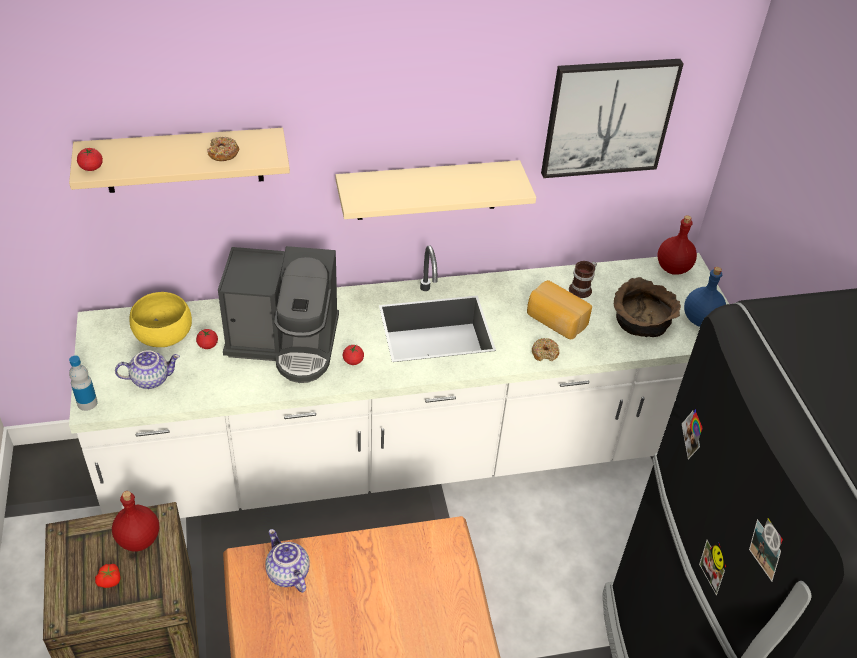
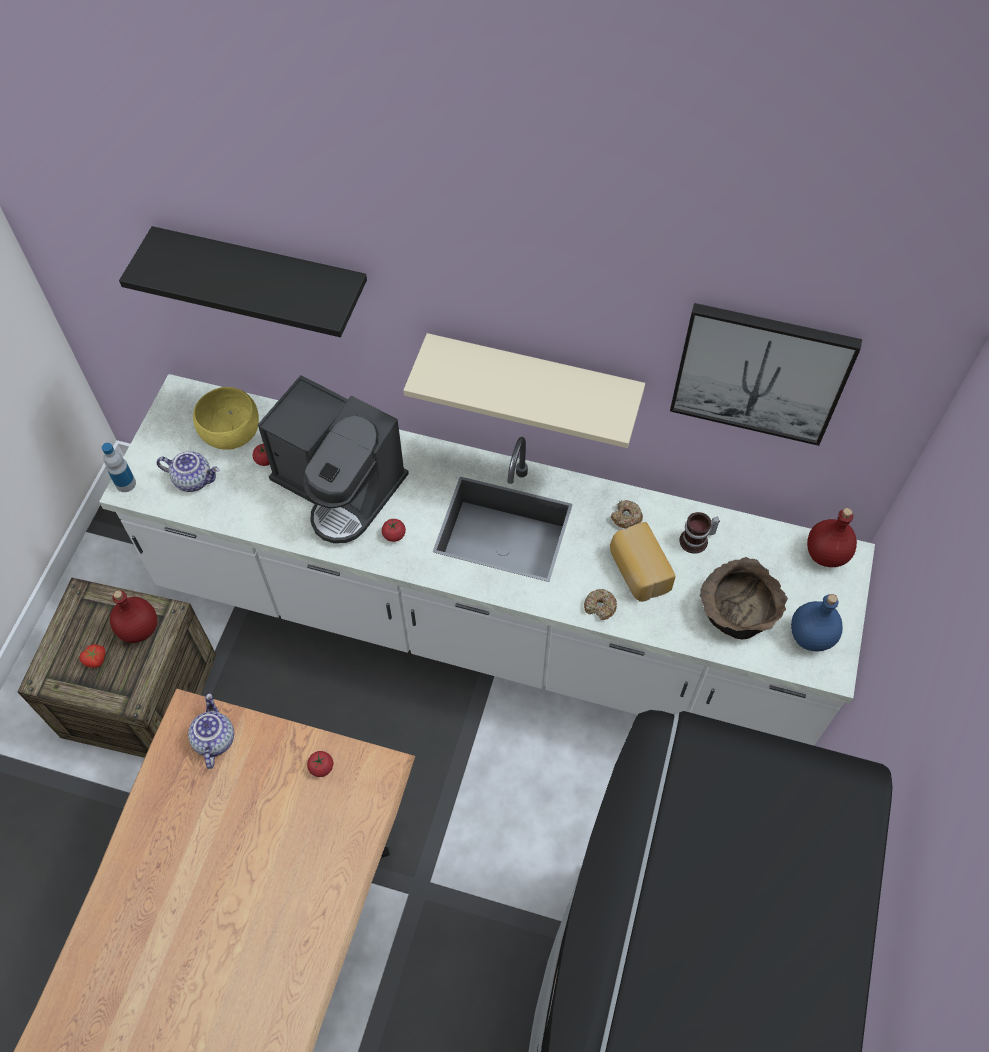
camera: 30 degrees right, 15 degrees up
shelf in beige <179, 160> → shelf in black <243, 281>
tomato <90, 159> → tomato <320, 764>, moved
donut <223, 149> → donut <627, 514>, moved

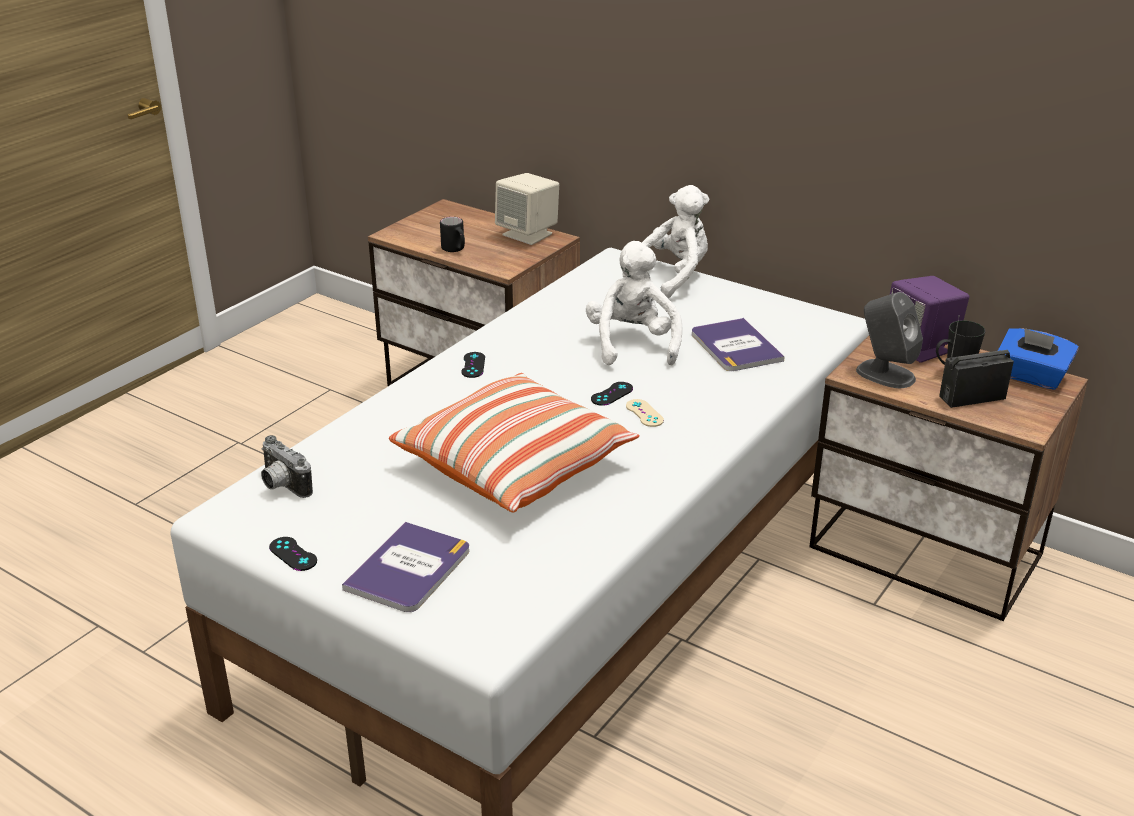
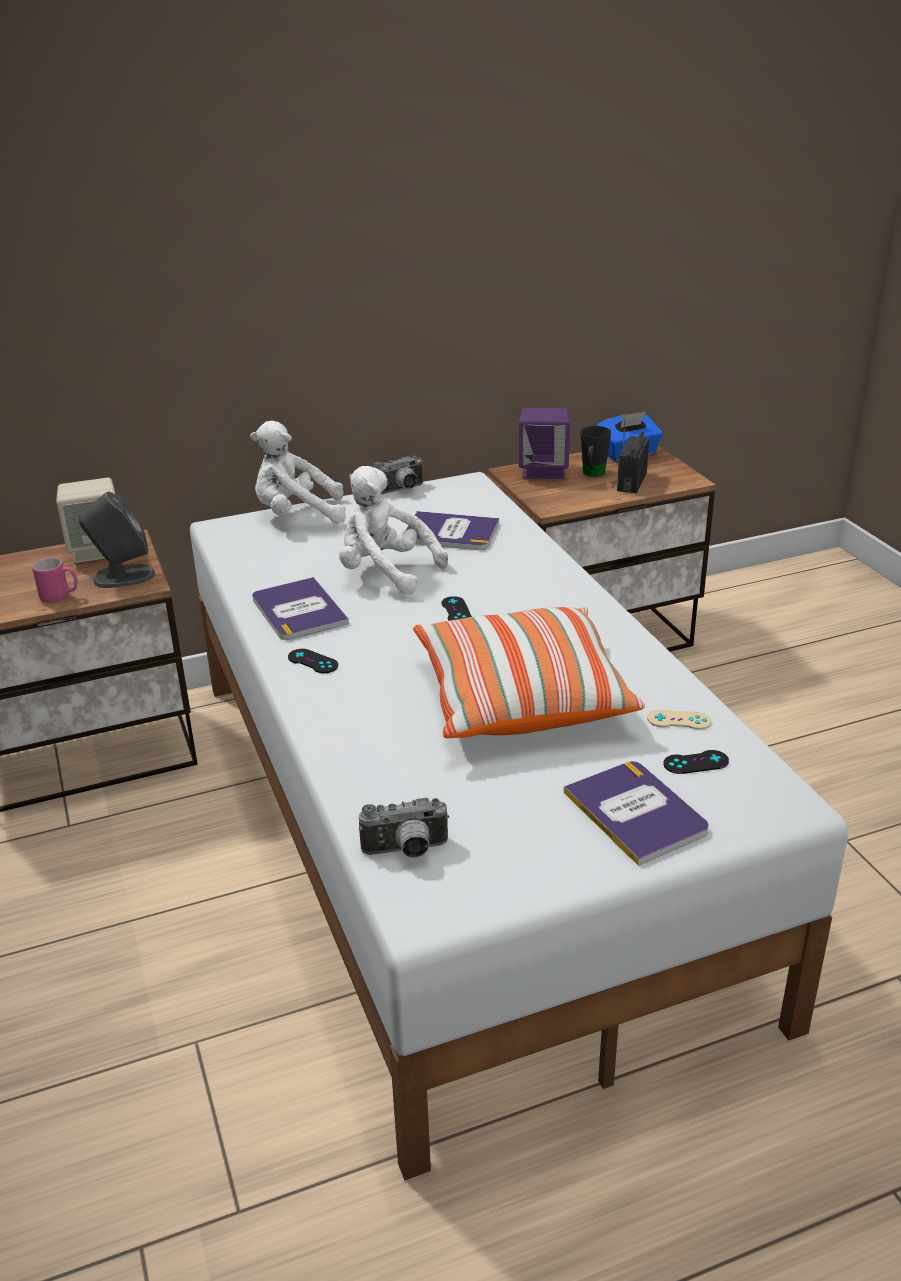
camera: 55 degrees left, 0 degrees up
game controller in black <293, 554> → game controller in black <696, 762>, moved
mug in black <452, 234> → mug in pink <55, 580>
plush toy in white <666, 242> → plush toy in white <298, 472>, 90 degrees counterclockwise
game controller in beige <645, 413> → game controller in beige <679, 720>, moved
speaker in grey <889, 340> → speaker in grey <117, 540>, moved
- → book <300, 608>
- → photo camera <398, 474>

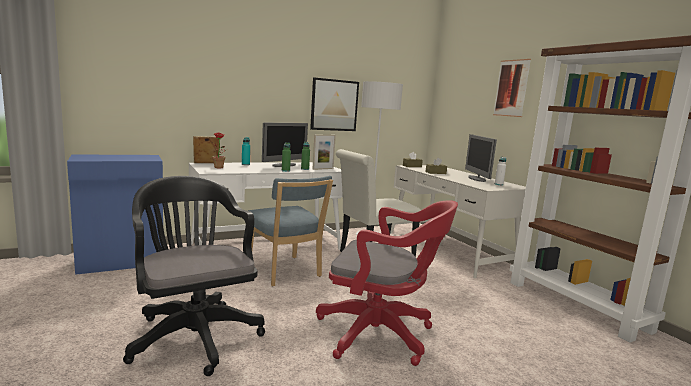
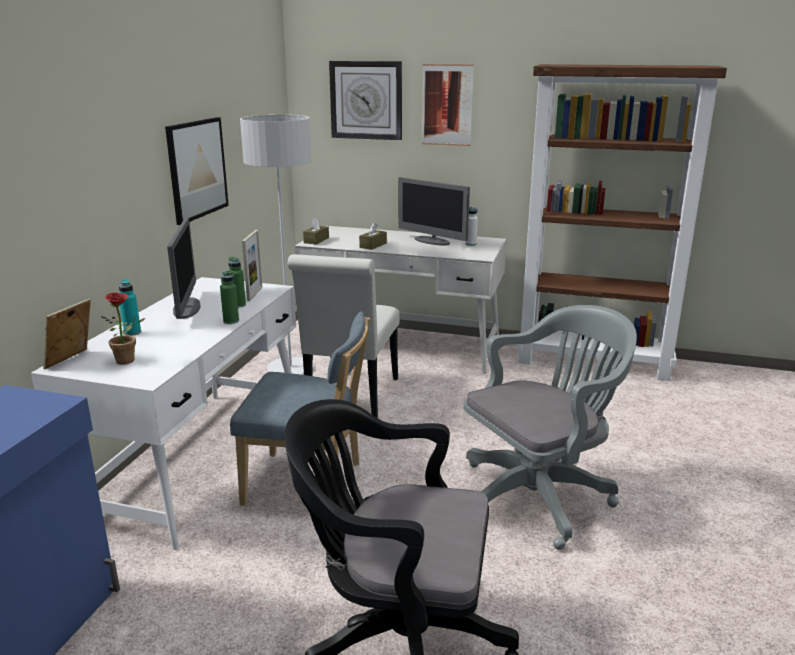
camera: 45 degrees left, 10 degrees up
office chair in red <387, 283> → office chair in grey <550, 427>
- → wall clock <365, 100>

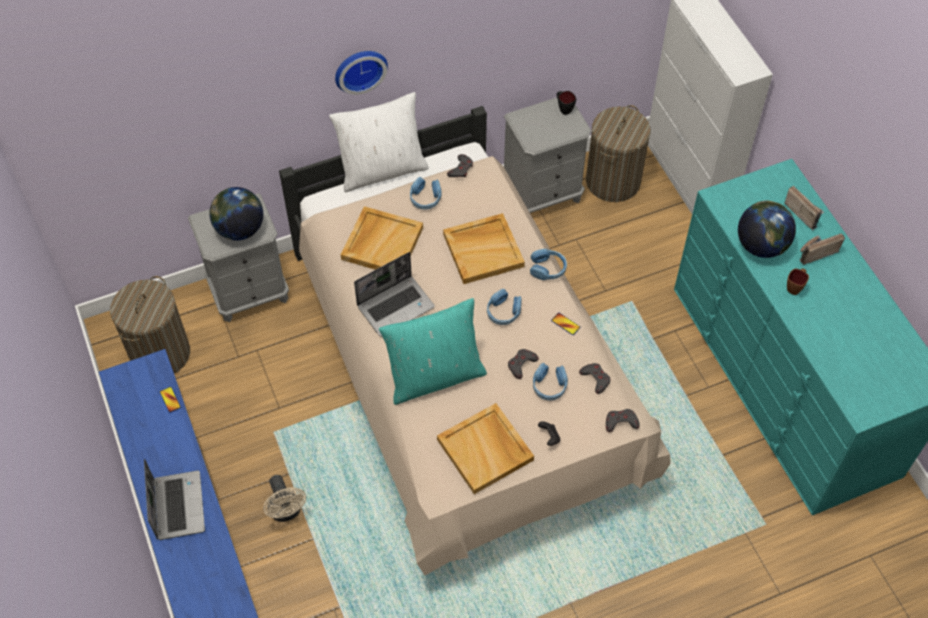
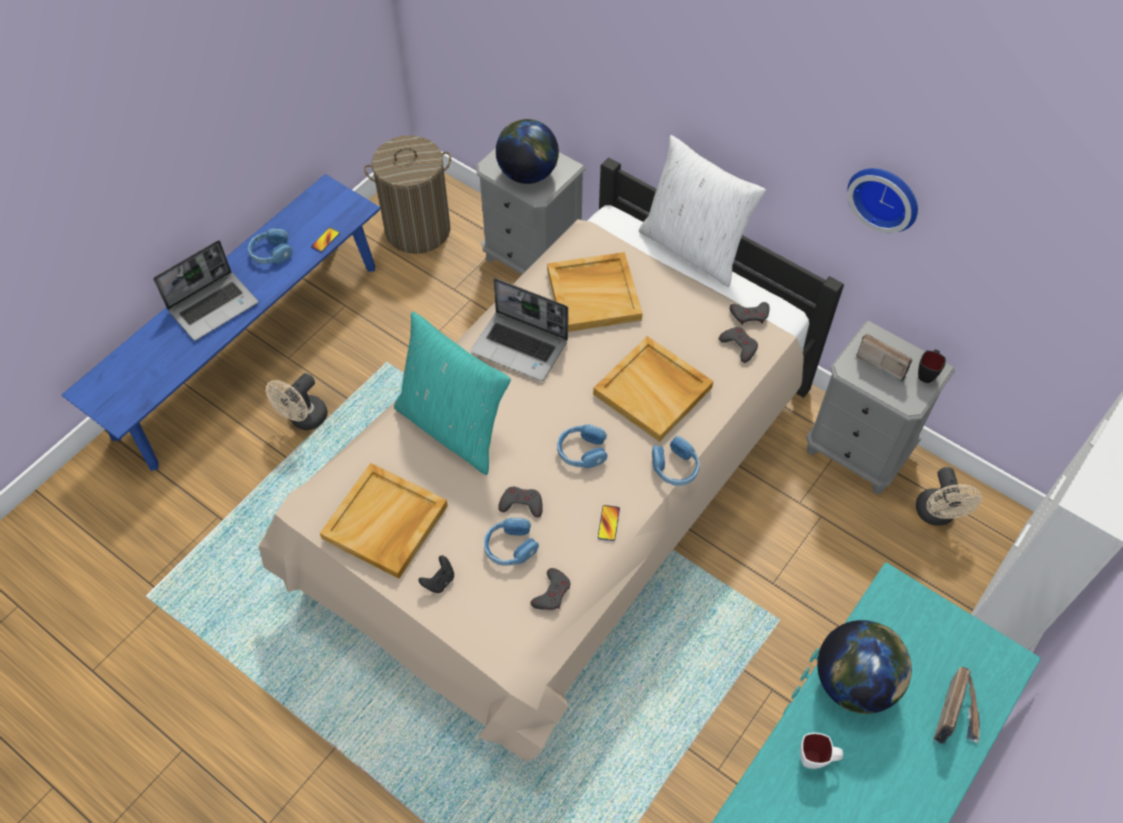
camera: 60 degrees right, 0 degrees up
wall clock <361, 73> → wall clock <882, 200>, moved
headphones in blue <426, 193> → headphones in blue <270, 246>, moved
laundry basket <618, 153> → fan in beige <949, 496>
game controller in grey <623, 420> → game controller in grey <738, 345>, moved
mug in brown <798, 281> → mug in white <821, 751>
radio <822, 249> → radio <884, 358>, moved

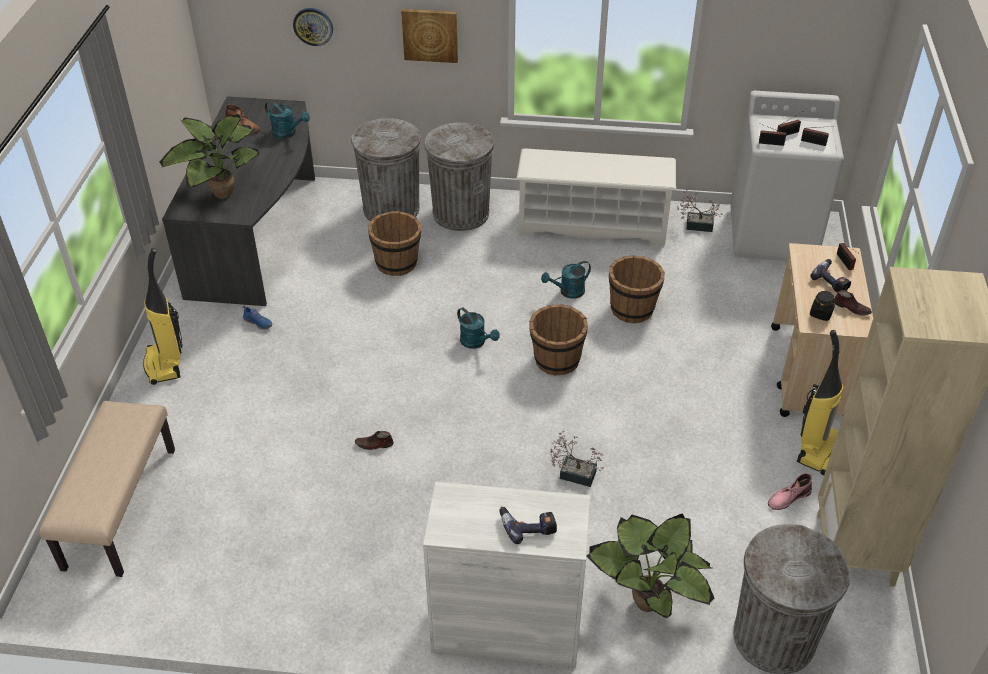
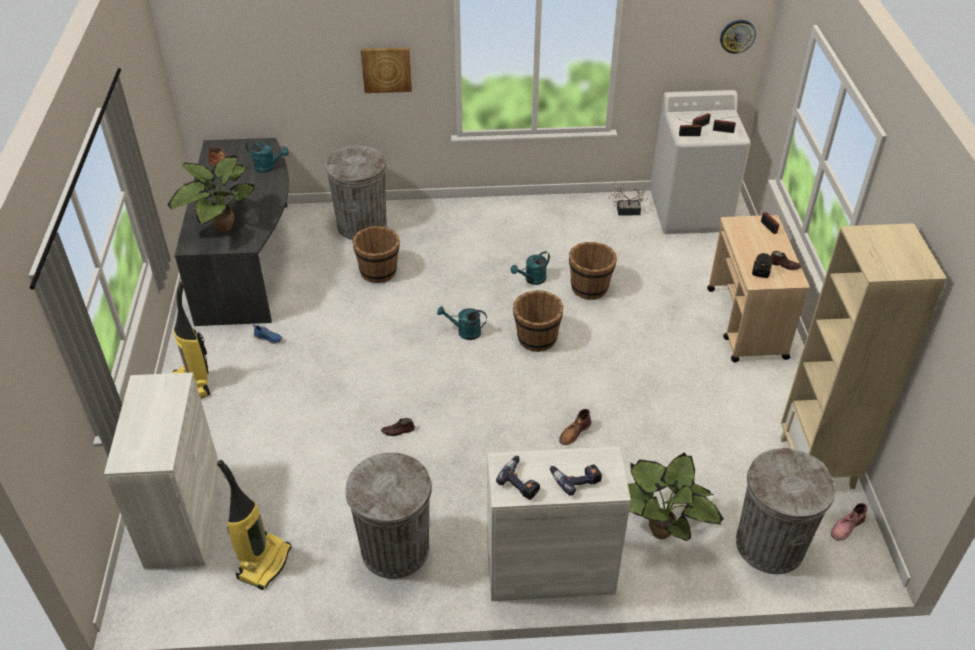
camera: 10 degrees left, 0 degrees up
bench in beige <107, 489> → cabinet in white <162, 470>
wall clock <313, 27> → wall clock <738, 37>, moved
trash can in grey <459, 176> → trash can in grey <388, 515>, moved
watering can in turquoise <478, 328> → watering can in turquoise <462, 323>, 150 degrees clockwise
shoe rack in white <596, 196> → -
potted plant <577, 459> → boot in brown <575, 427>
boot in pink <790, 491> → boot in pink <849, 522>, moved
vacuum cleaner <820, 402> → vacuum cleaner <254, 525>, moved
power drill <830, 276> → power drill <518, 478>, moved

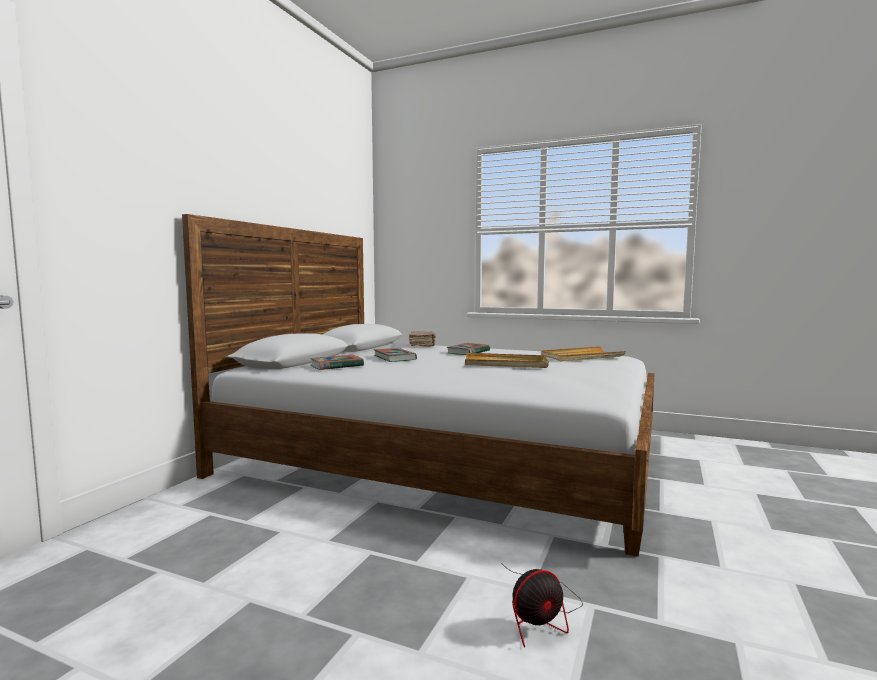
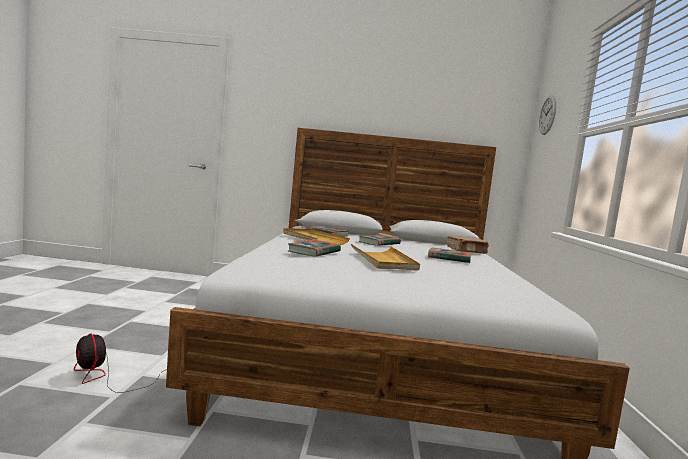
camera: 70 degrees right, 0 degrees up
tray in beige <583, 353> → tray in beige <316, 236>, moved
- → book <314, 248>
- → wall clock <547, 115>

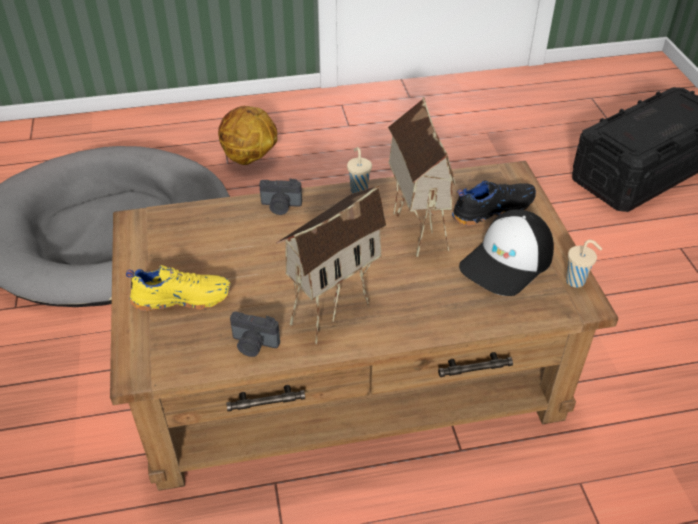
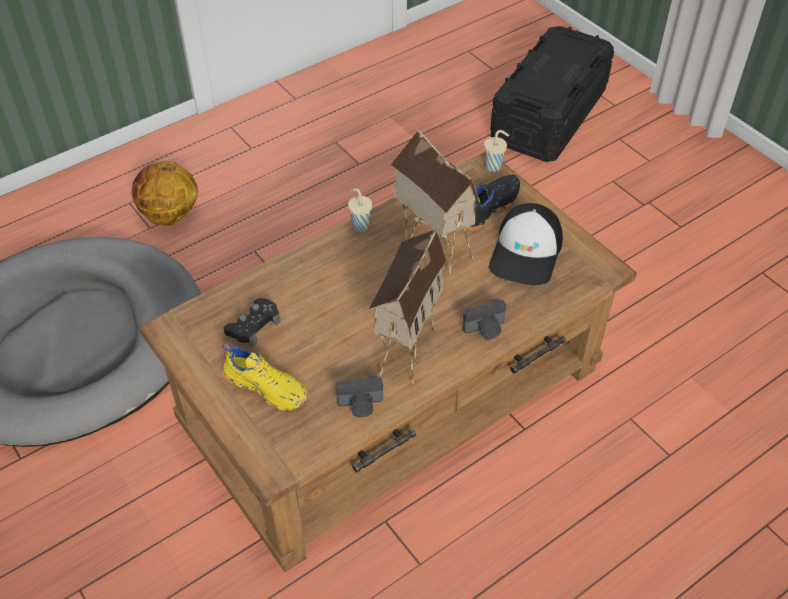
camera: 25 degrees left, 5 degrees up
shoe in yellow <178, 288> → shoe in yellow <265, 376>, 60 degrees clockwise
photo camera <280, 197> → photo camera <484, 319>, moved
cup in beige <584, 264> → cup in beige <496, 151>, moved
- → game controller in black <252, 322>

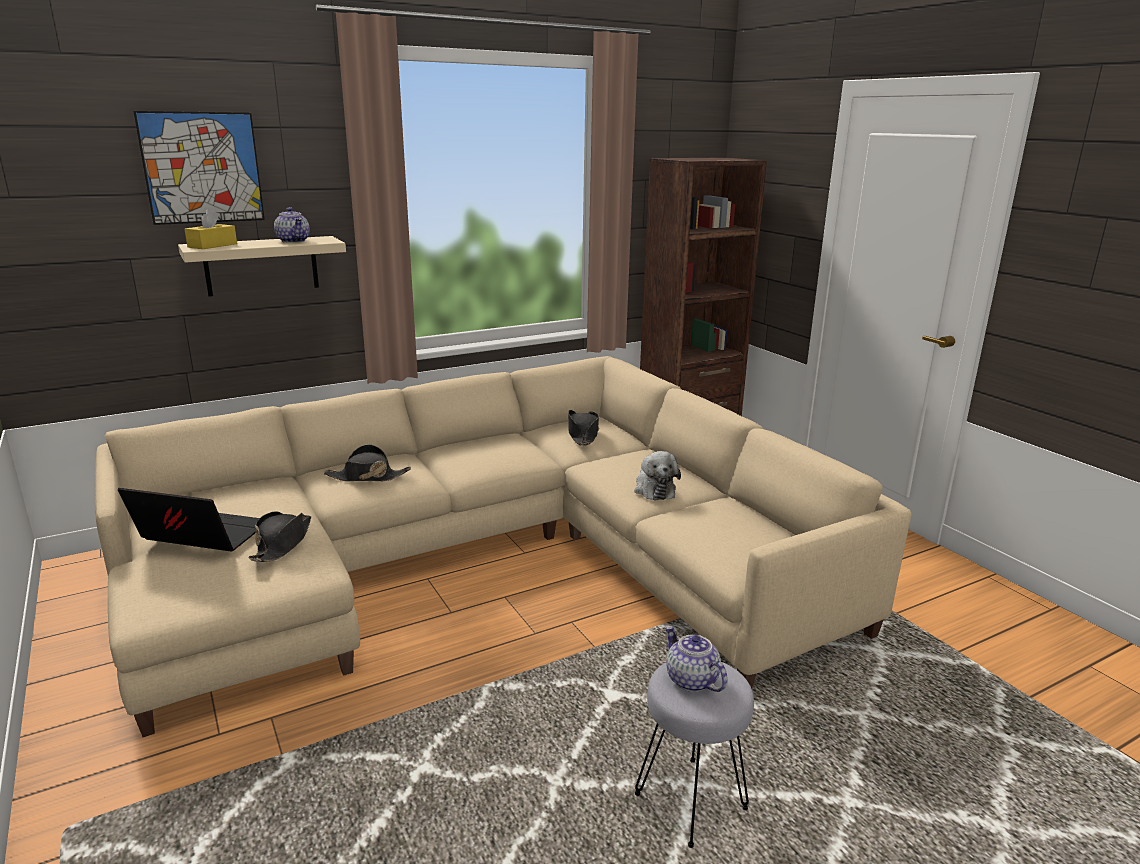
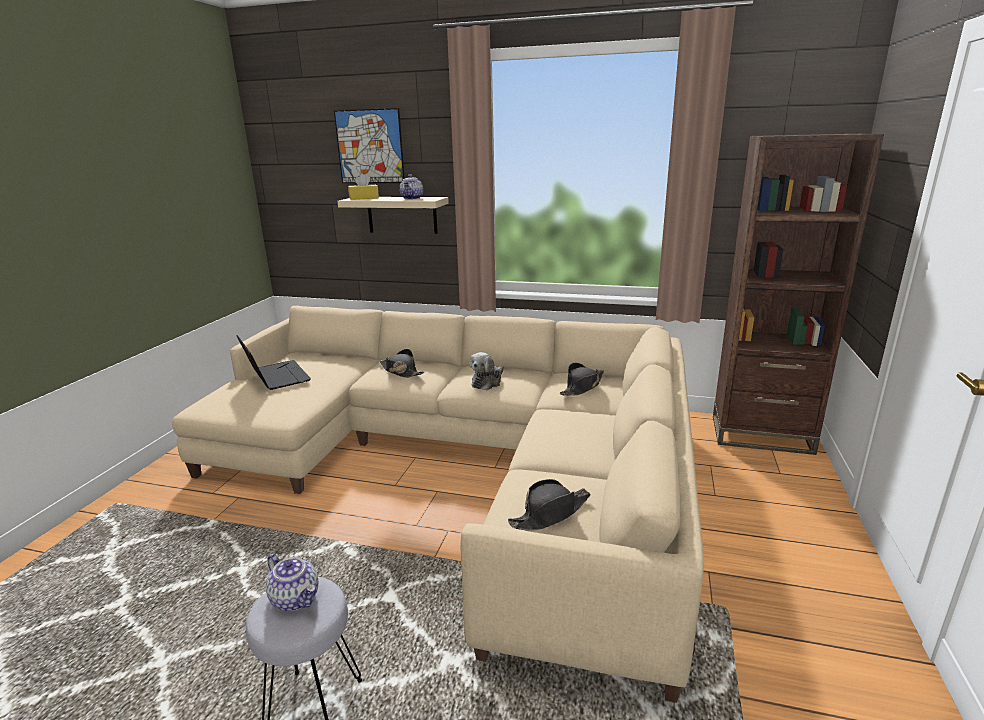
camera: 45 degrees right, 0 degrees up
hat in black <279, 536> → hat in black <549, 505>, moved
plush toy <657, 476> → plush toy <486, 371>, moved
teapot <696, 658> → teapot <292, 582>, 120 degrees clockwise

